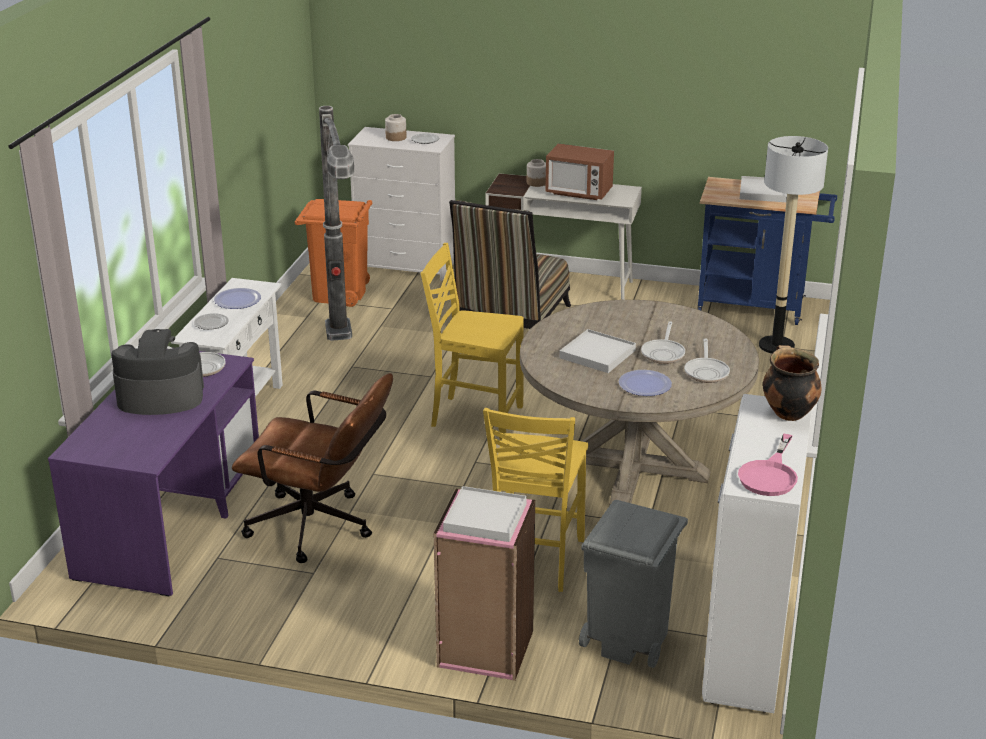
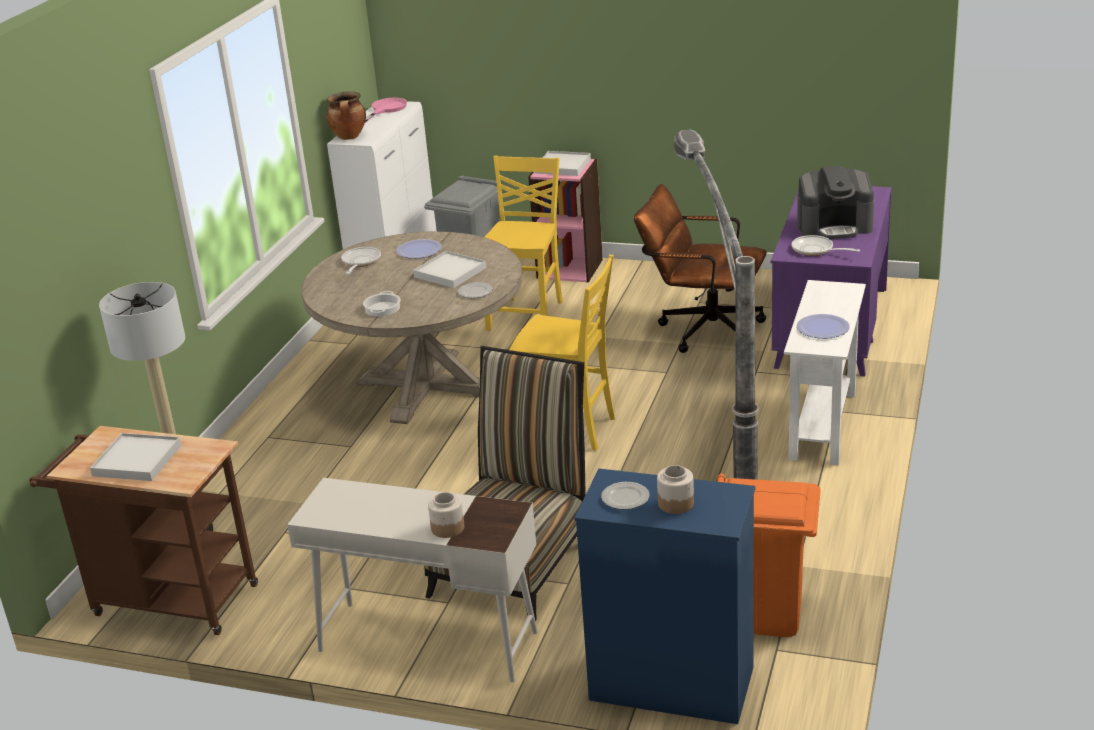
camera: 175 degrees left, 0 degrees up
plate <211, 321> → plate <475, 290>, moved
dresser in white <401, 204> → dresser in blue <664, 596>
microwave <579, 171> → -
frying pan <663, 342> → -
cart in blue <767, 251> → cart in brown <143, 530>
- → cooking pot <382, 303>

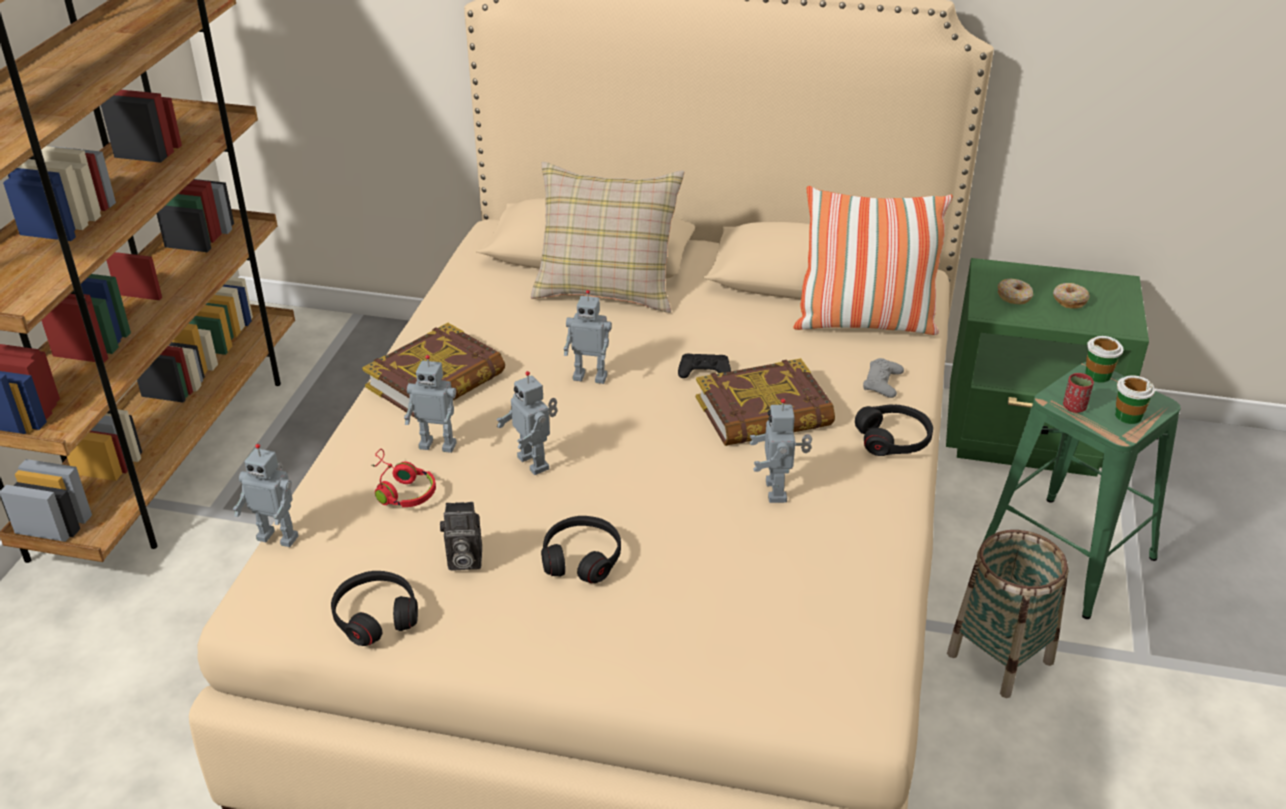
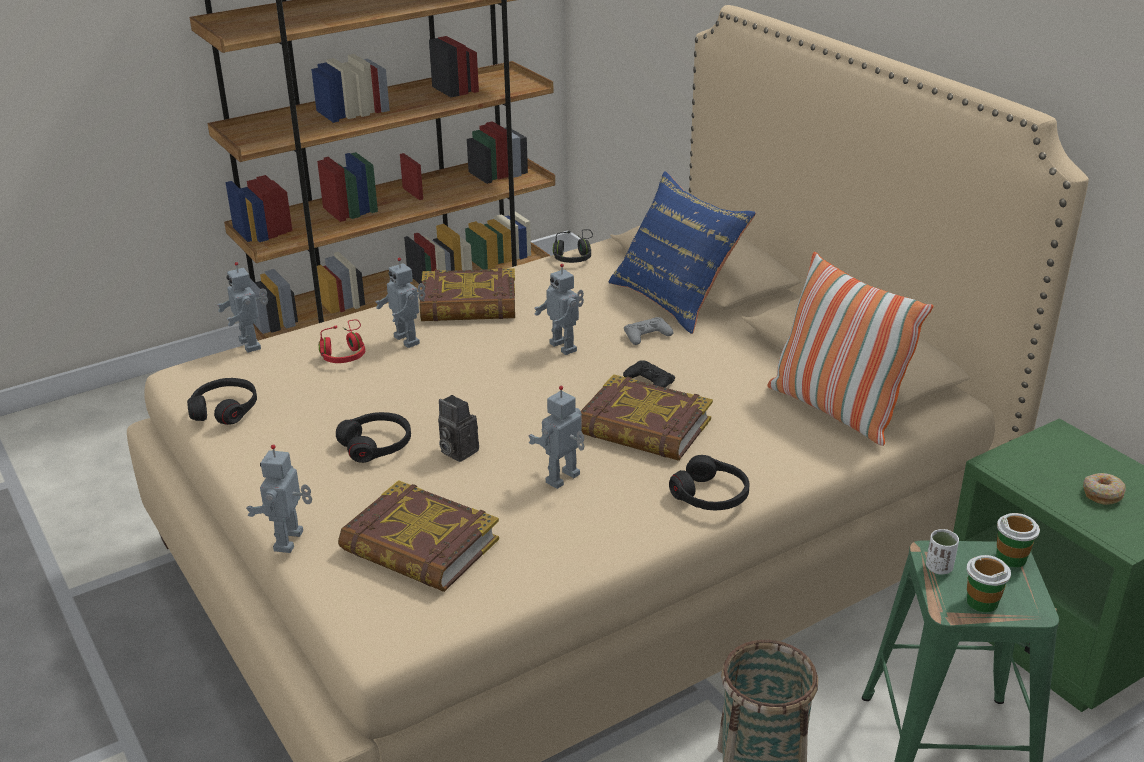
camera: 45 degrees right, 5 degrees down
photo camera <461, 536> → photo camera <458, 428>, moved
toy robot <527, 423> → toy robot <279, 498>, moved
pillow in beige <607, 237> → pillow in blue <682, 252>
game controller in grey <883, 378> → game controller in grey <649, 331>, moved
donut <1015, 291> → -
cup in red <1078, 393> → cup in white <942, 552>
- → book <418, 536>
- → headphones in black <573, 246>

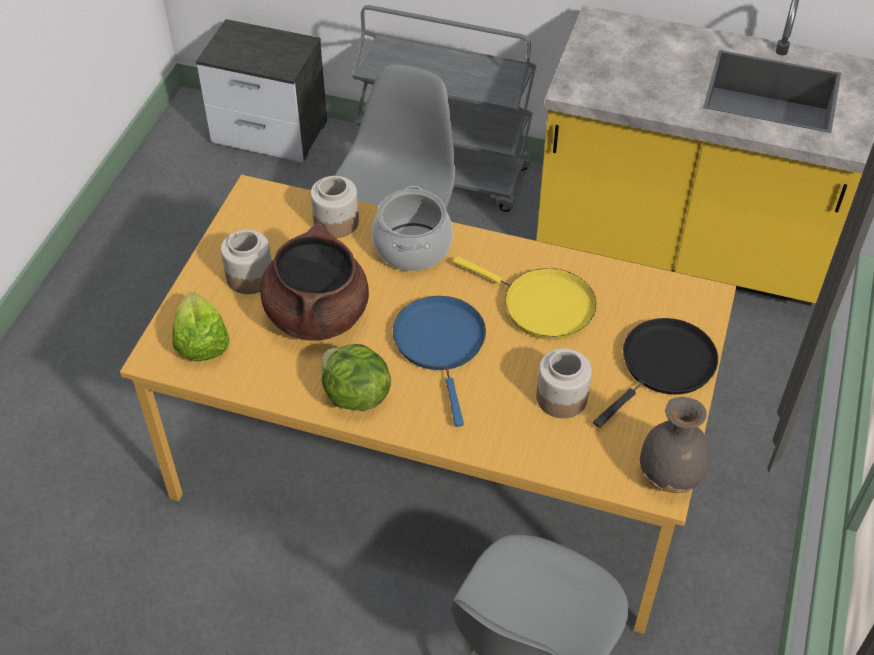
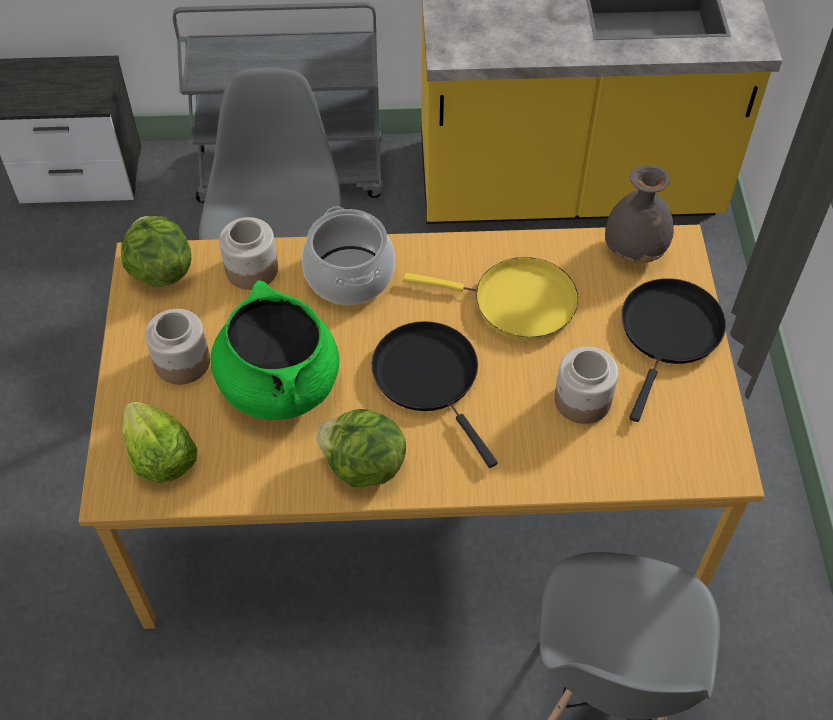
camera: 20 degrees left, 5 degrees up
cooking pot in brown <314, 281> → cooking pot in green <275, 350>
frying pan in blue <439, 361> → frying pan in black <434, 394>
vase in grey <675, 445> → vase in grey <639, 214>, moved
- → lettuce <156, 251>

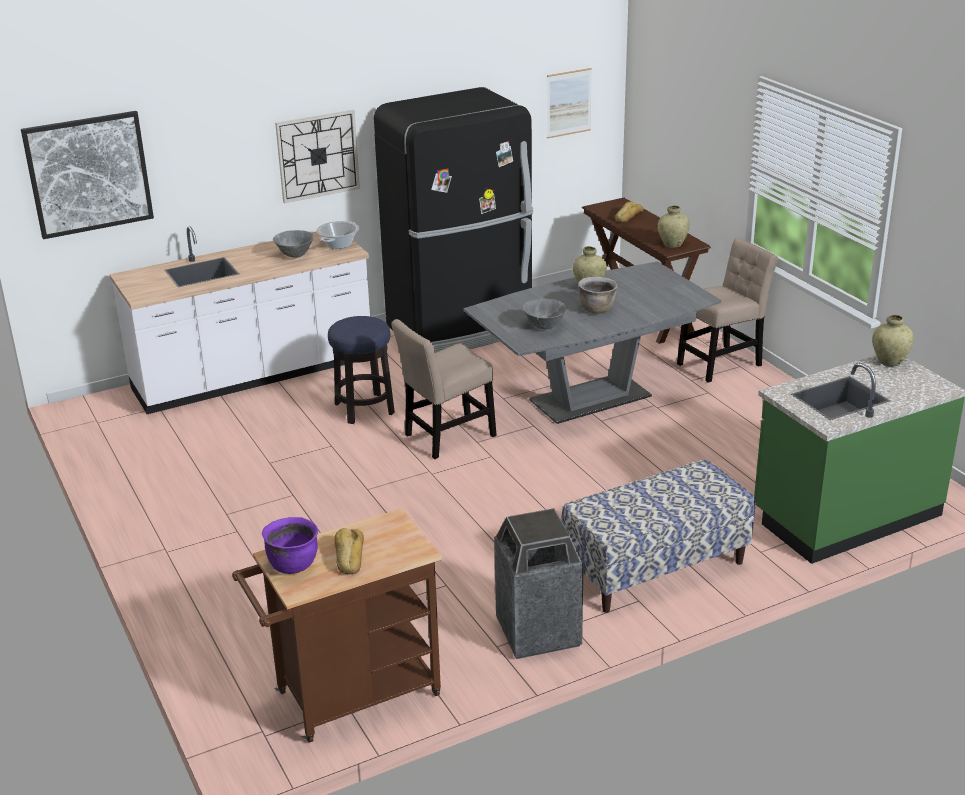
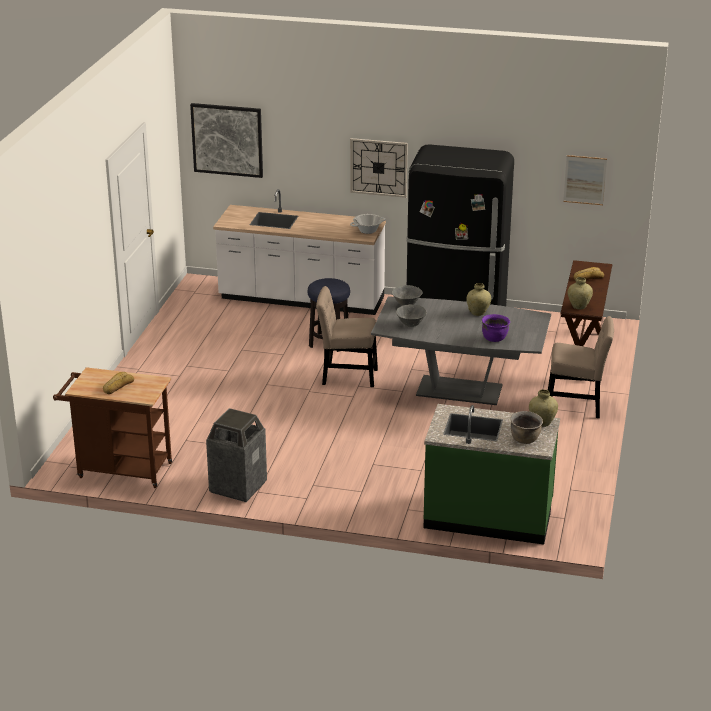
camera: 40 degrees right, 0 degrees up
cooking pot in purple <290, 545> → cooking pot in purple <496, 328>, moved
bowl in grey <293, 244> → bowl in grey <407, 295>, moved
bench <658, 536> → -
cooking pot in brown <597, 295> → cooking pot in brown <526, 427>, moved

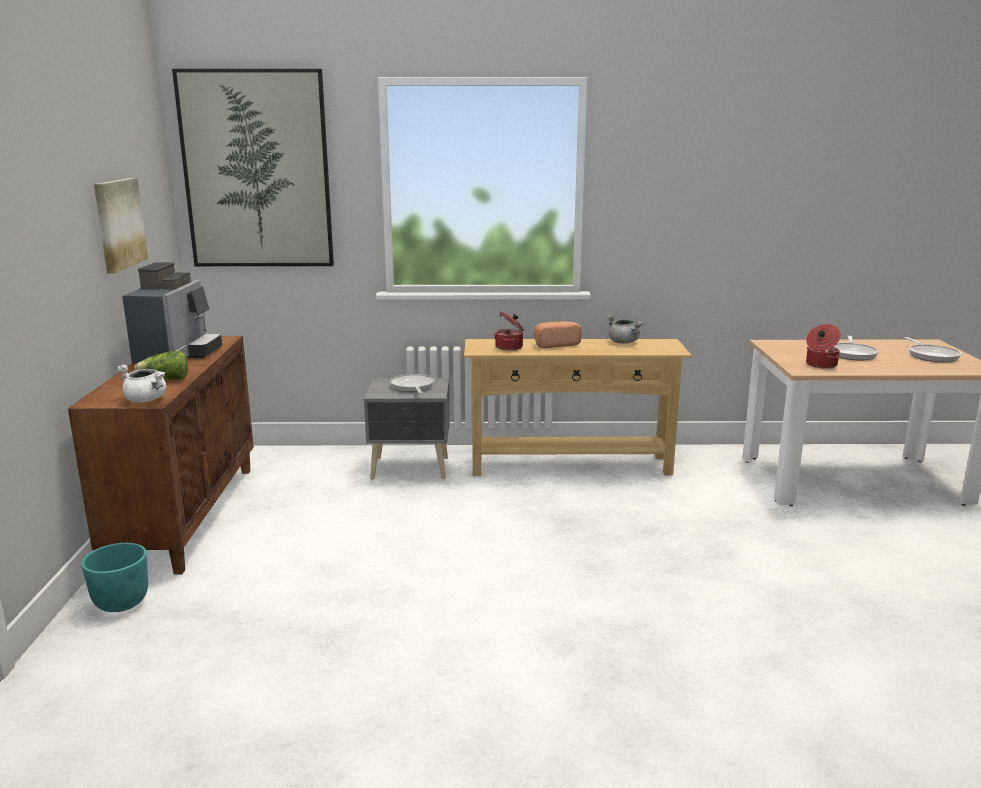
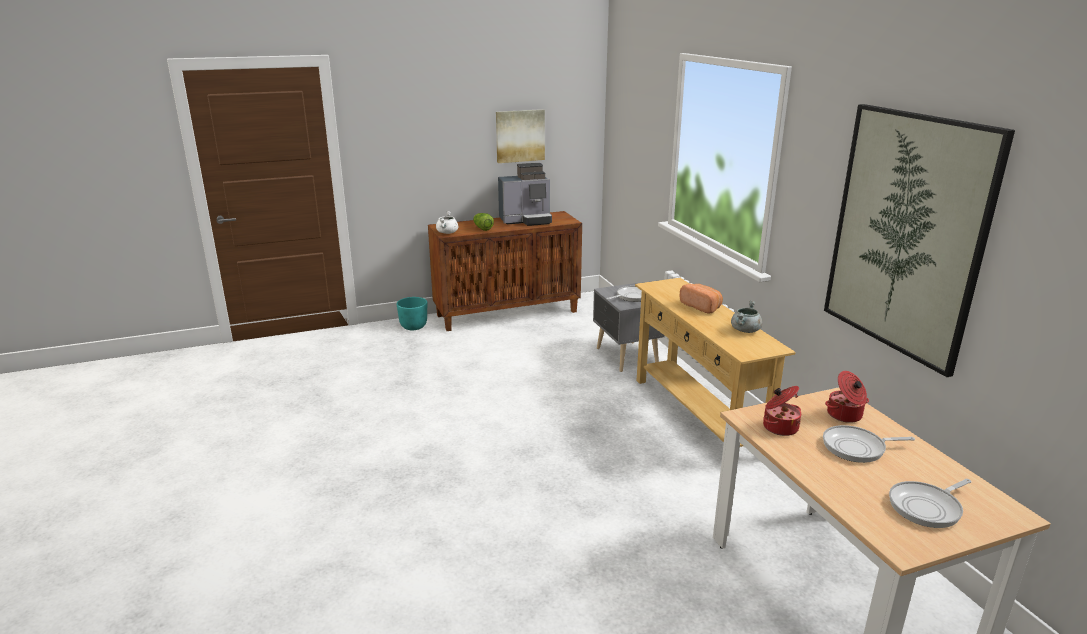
camera: 70 degrees right, 5 degrees up
picture <253, 167> → picture <919, 240>, moved
cooking pot <509, 331> → cooking pot <847, 397>, moved

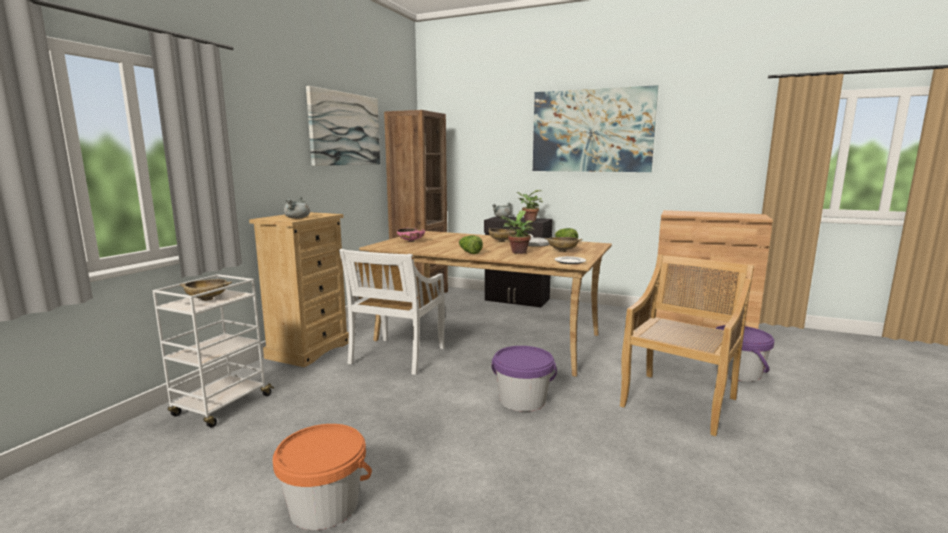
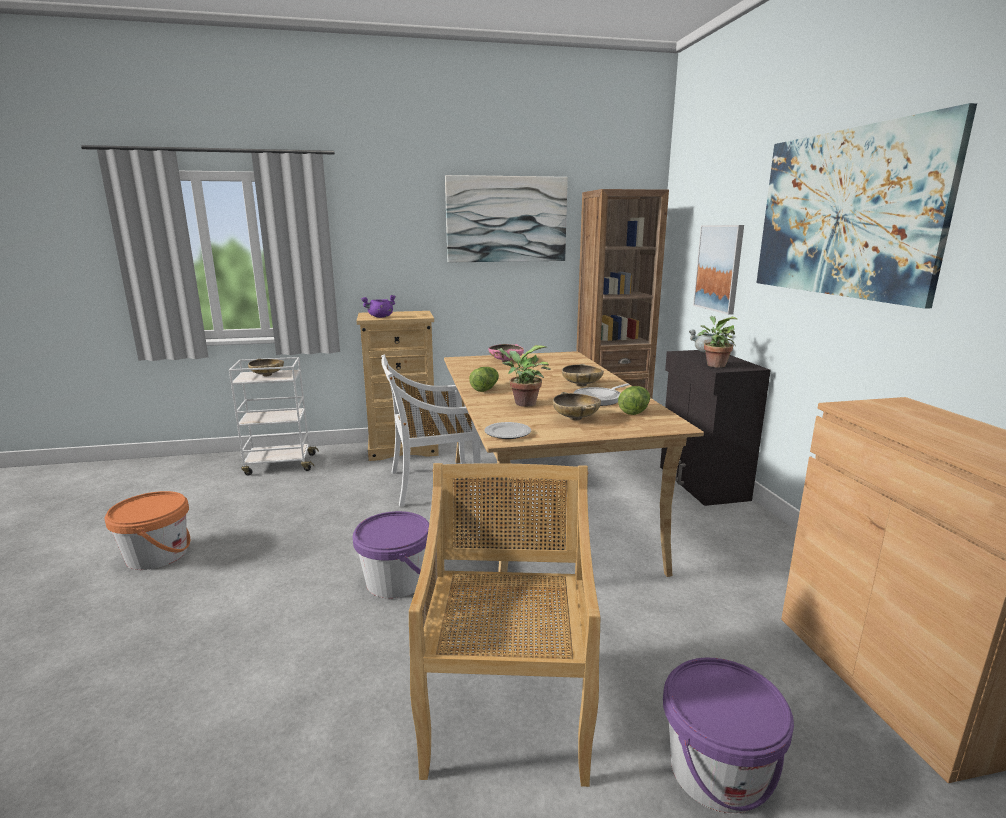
camera: 55 degrees right, 5 degrees up
cooking pot in grey <297, 207> → cooking pot in purple <378, 306>
chair in beige <687, 345> → chair in beige <504, 625>, 90 degrees counterclockwise
- → picture <718, 270>

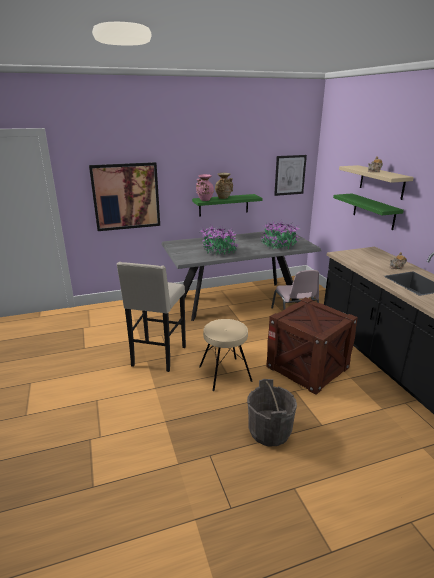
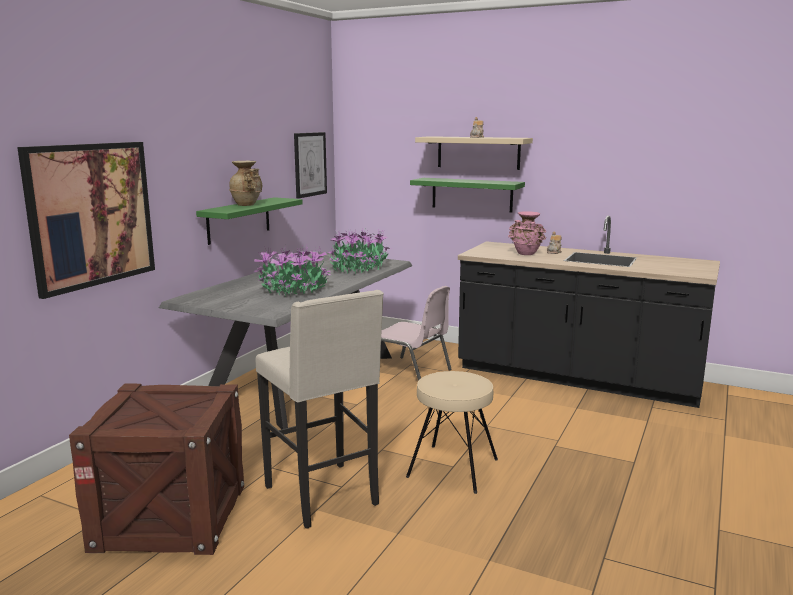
camera: 45 degrees left, 10 degrees down
vase in pink <205, 187> → vase in pink <527, 233>, moved
bucket in grey <272, 412> → -
crate <312, 346> → crate <156, 469>, moved

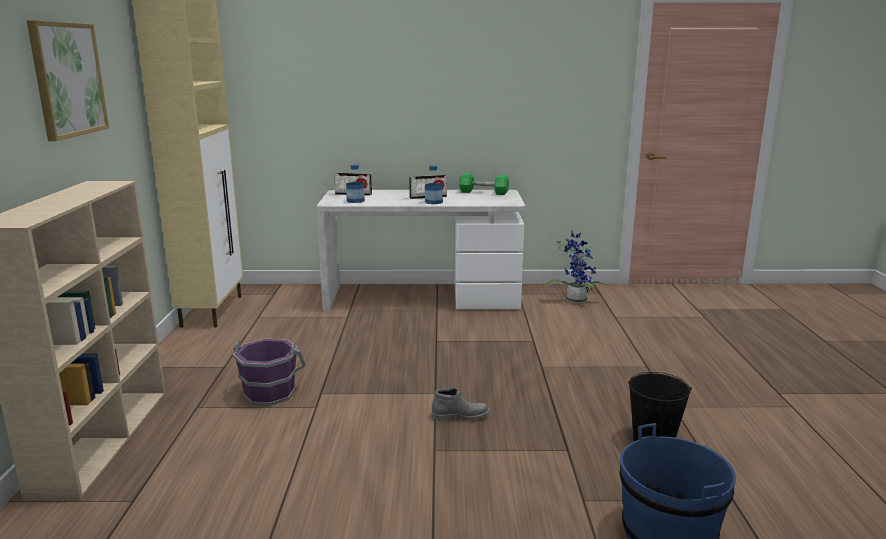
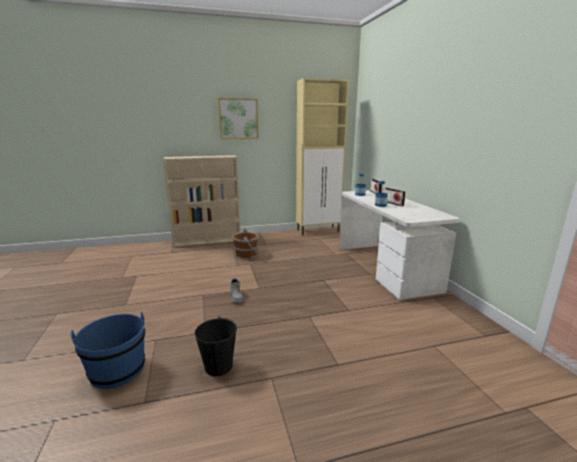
camera: 75 degrees right, 0 degrees up
bucket in purple <269, 372> → bucket in brown <245, 244>
dumbbell in green <484, 184> → -
potted plant <575, 267> → -

